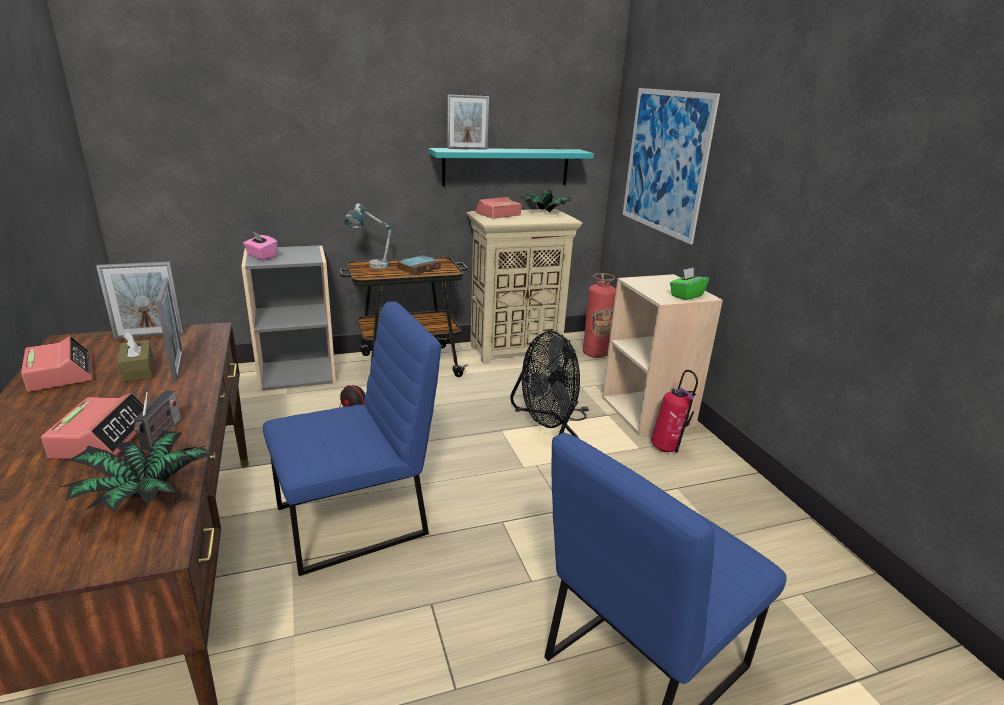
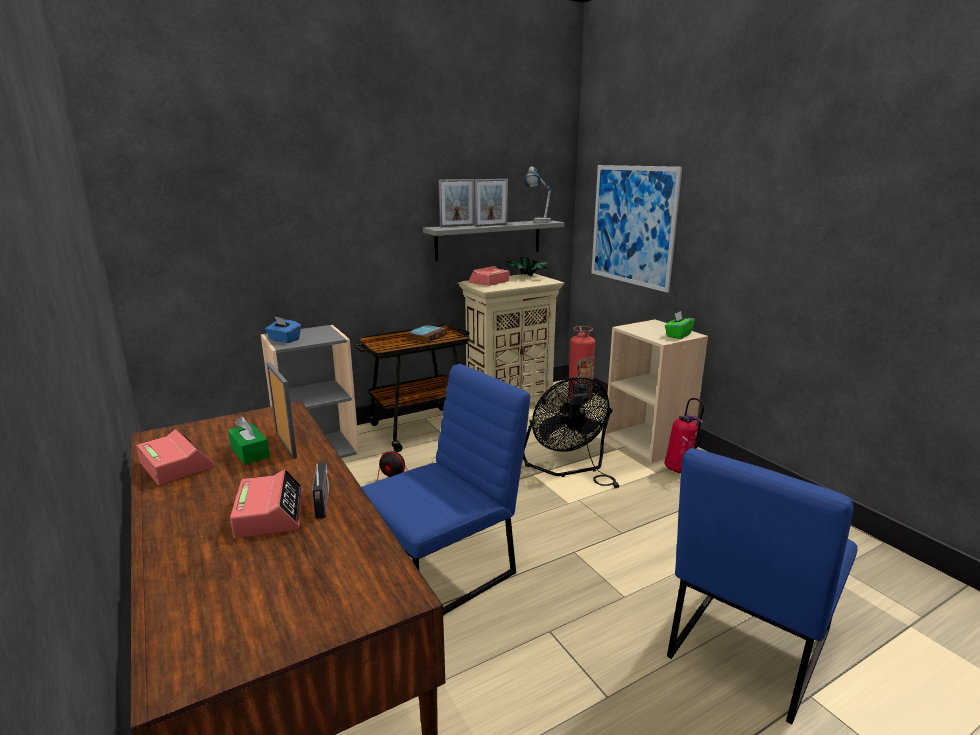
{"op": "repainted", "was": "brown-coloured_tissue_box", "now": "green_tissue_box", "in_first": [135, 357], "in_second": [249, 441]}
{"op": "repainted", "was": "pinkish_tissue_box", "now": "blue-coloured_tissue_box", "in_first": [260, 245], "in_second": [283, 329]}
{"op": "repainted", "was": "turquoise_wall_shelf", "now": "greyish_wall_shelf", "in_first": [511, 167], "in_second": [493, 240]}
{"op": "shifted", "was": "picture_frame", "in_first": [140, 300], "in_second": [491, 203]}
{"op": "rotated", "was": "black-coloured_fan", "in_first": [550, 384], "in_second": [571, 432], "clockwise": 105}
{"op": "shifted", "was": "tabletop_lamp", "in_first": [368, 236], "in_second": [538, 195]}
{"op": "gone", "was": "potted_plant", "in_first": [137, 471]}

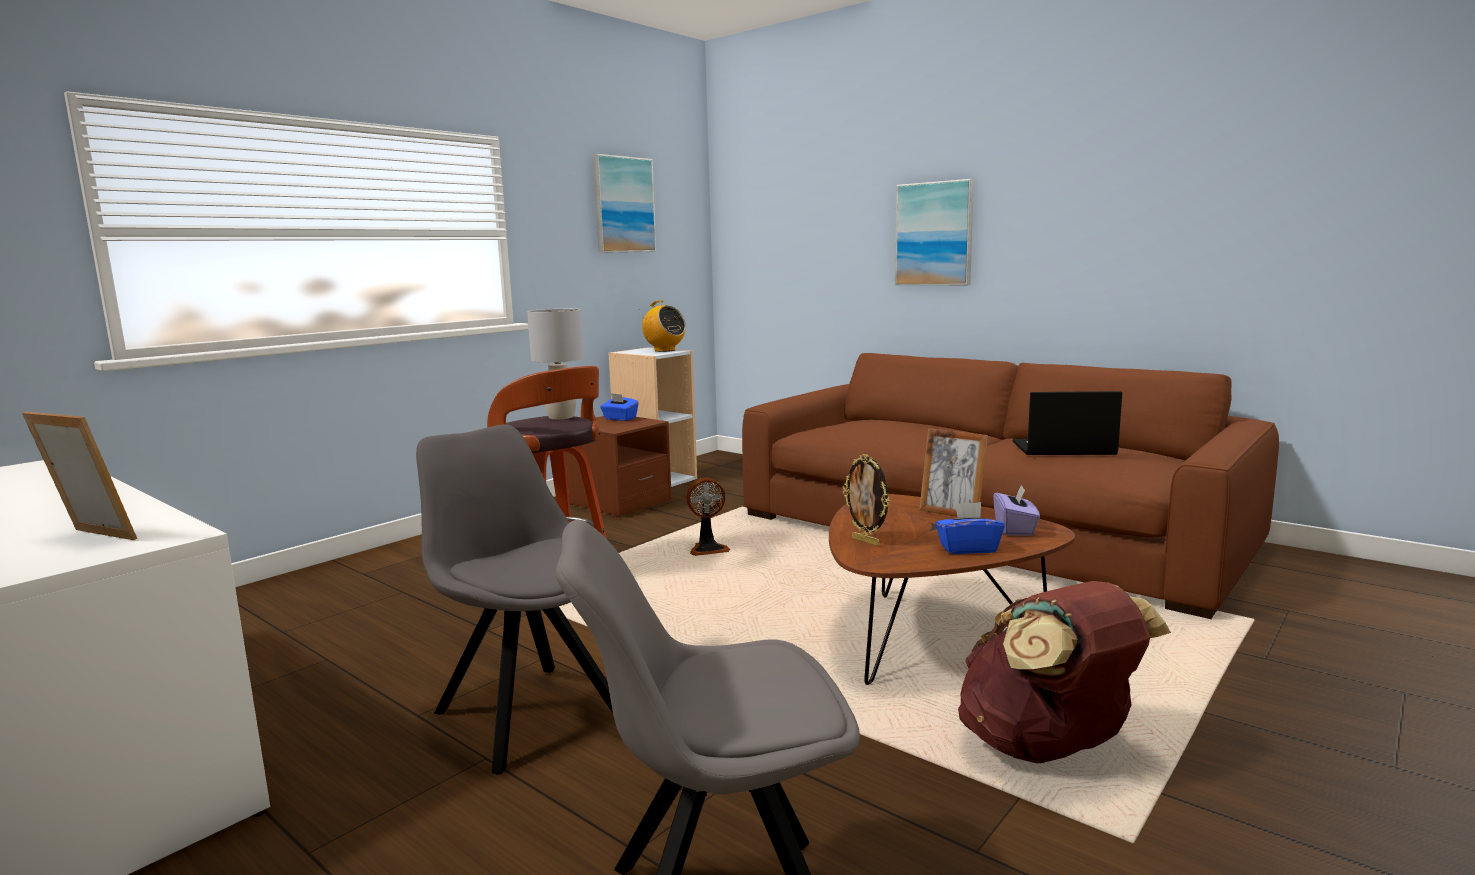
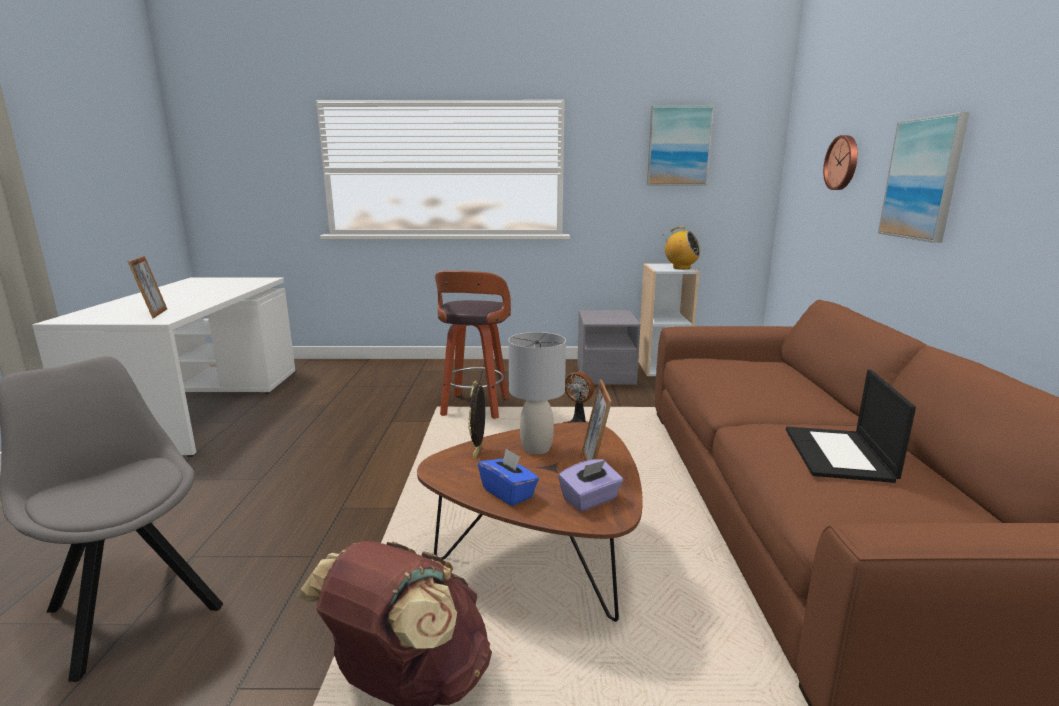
{"op": "shifted", "was": "greyish_tabletop_lamp", "in_first": [555, 364], "in_second": [537, 393]}
{"op": "repainted", "was": "brown-coloured_nightstand", "now": "greyish_nightstand", "in_first": [618, 466], "in_second": [609, 347]}
{"op": "rotated", "was": "radio_receiver", "in_first": [662, 326], "in_second": [683, 248], "clockwise": -60}
{"op": "rotated", "was": "notebook_computer", "in_first": [1067, 423], "in_second": [851, 426], "clockwise": -135}
{"op": "new", "now": "wall_clock", "in_second": [840, 162]}
{"op": "gone", "was": "greyish_chair", "in_first": [514, 599]}
{"op": "gone", "was": "blue-coloured_tissue_box", "in_first": [619, 407]}

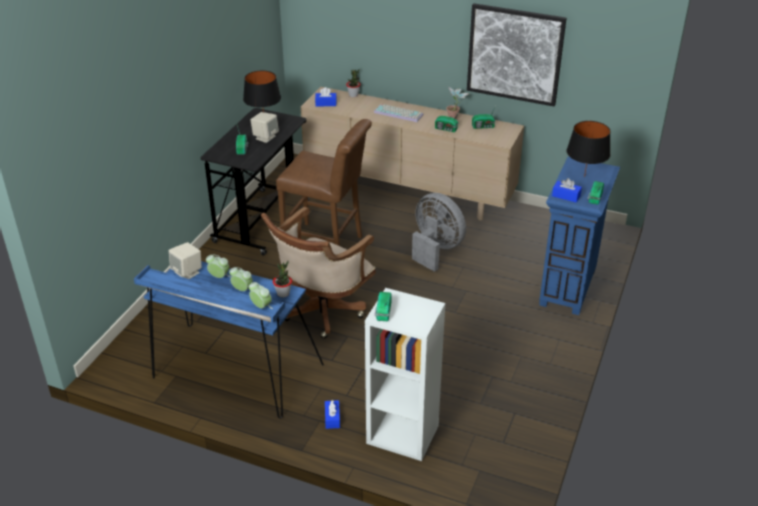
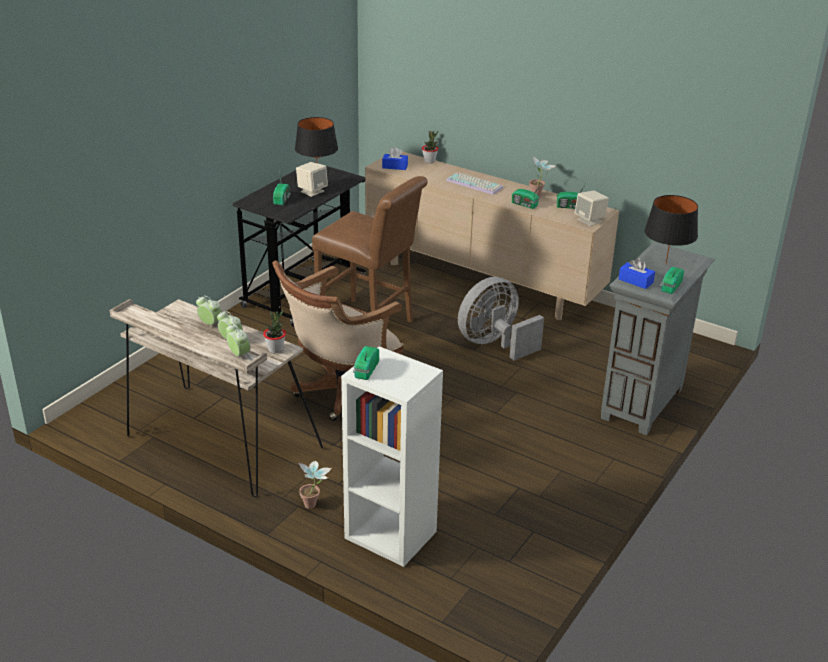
{"op": "repainted", "was": "blue-coloured_desk", "now": "beige-coloured_desk", "in_first": [229, 339], "in_second": [216, 398]}
{"op": "swapped", "was": "blue-coloured_tissue_box", "now": "potted_plant", "in_first": [332, 414], "in_second": [315, 485]}
{"op": "rotated", "was": "greyish_fan", "in_first": [439, 232], "in_second": [501, 318], "clockwise": -90}
{"op": "shifted", "was": "beige-coloured_speaker", "in_first": [185, 260], "in_second": [591, 208]}
{"op": "repainted", "was": "blue-coloured_storage_cabinet", "now": "greyish_storage_cabinet", "in_first": [580, 236], "in_second": [658, 338]}
{"op": "gone", "was": "wall_art", "in_first": [516, 54]}

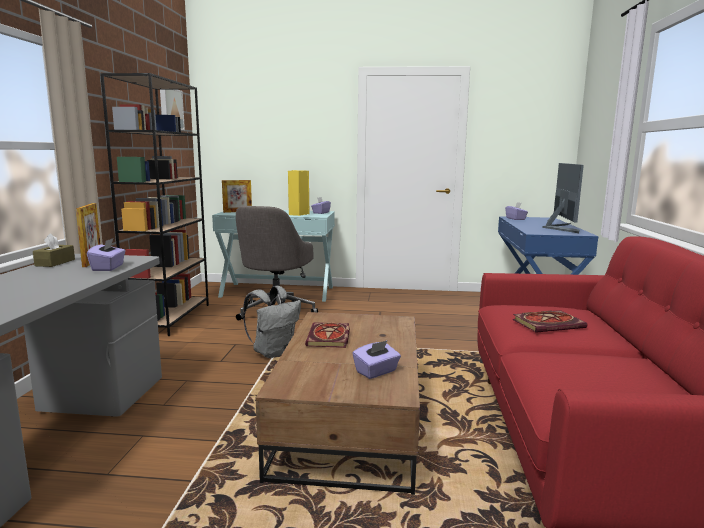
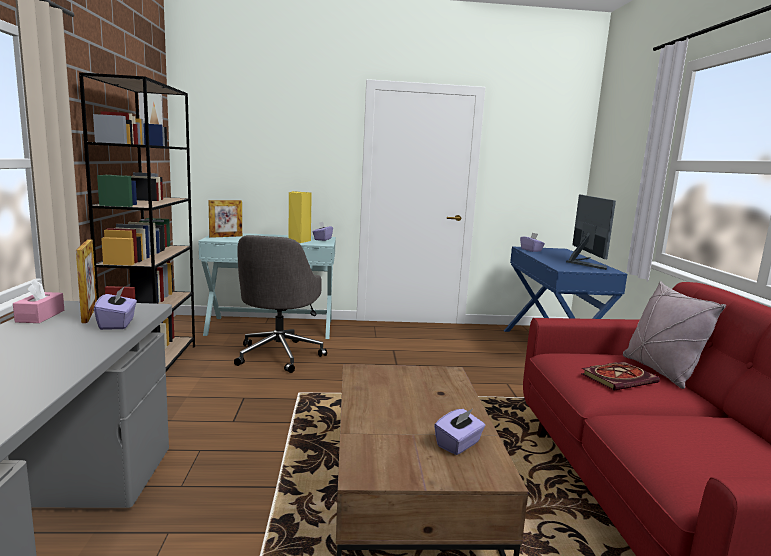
{"op": "repainted", "was": "brown-coloured_tissue_box", "now": "pinkish_tissue_box", "in_first": [54, 250], "in_second": [38, 301]}
{"op": "new", "now": "purplish_pillow", "in_second": [674, 335]}
{"op": "gone", "was": "greyish_backpack", "in_first": [272, 322]}
{"op": "gone", "was": "book", "in_first": [327, 335]}

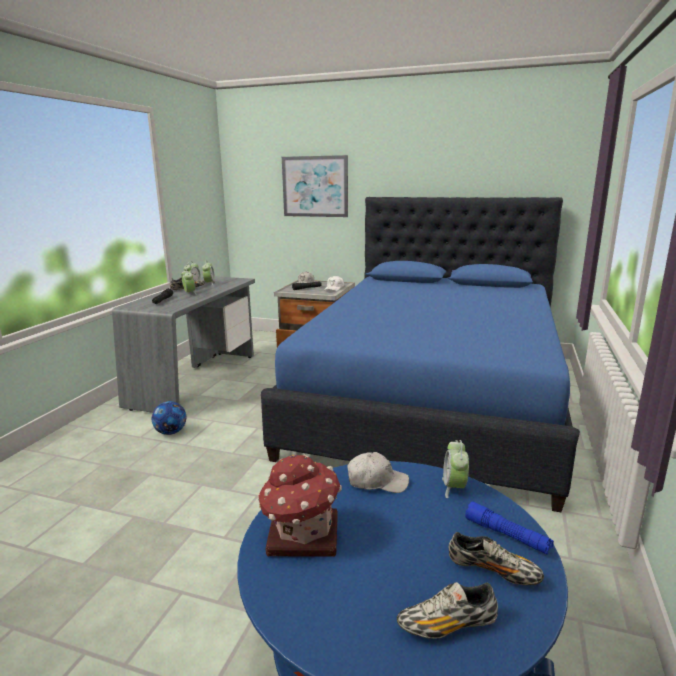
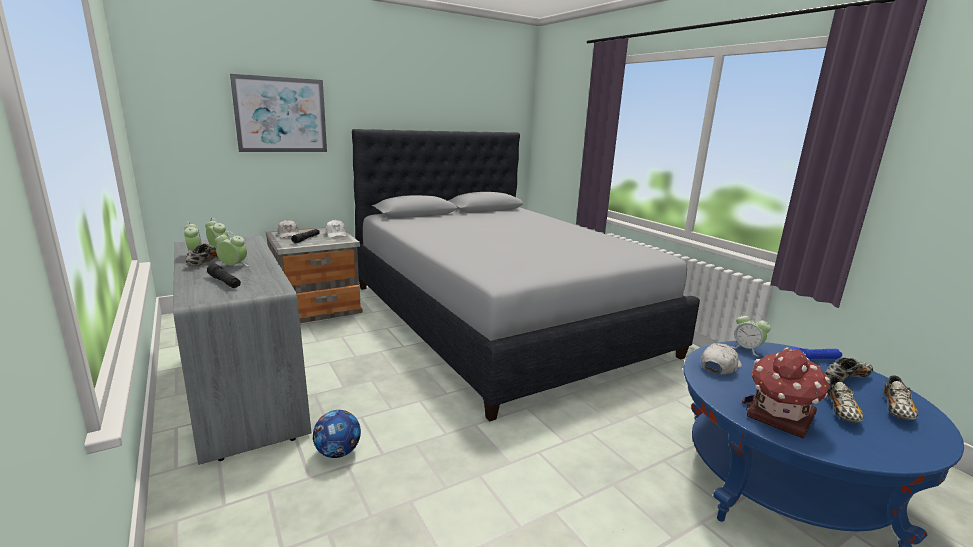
{"op": "repainted", "was": "blue-coloured_sleeping_bed", "now": "greyish_sleeping_bed", "in_first": [420, 354], "in_second": [526, 275]}
{"op": "new", "now": "item_of_footwear", "in_second": [845, 399]}

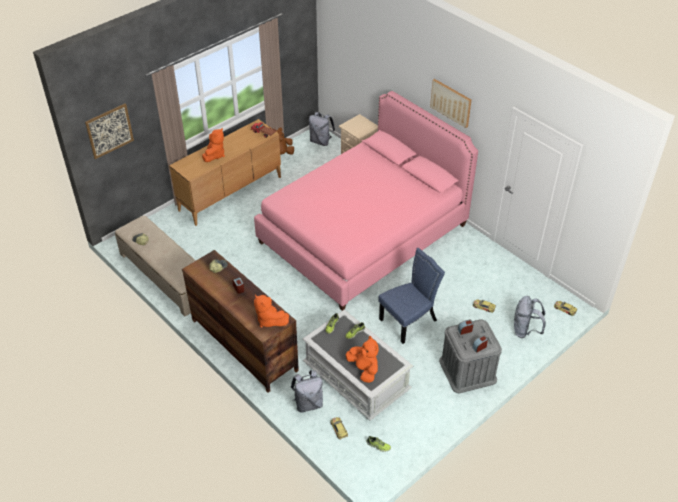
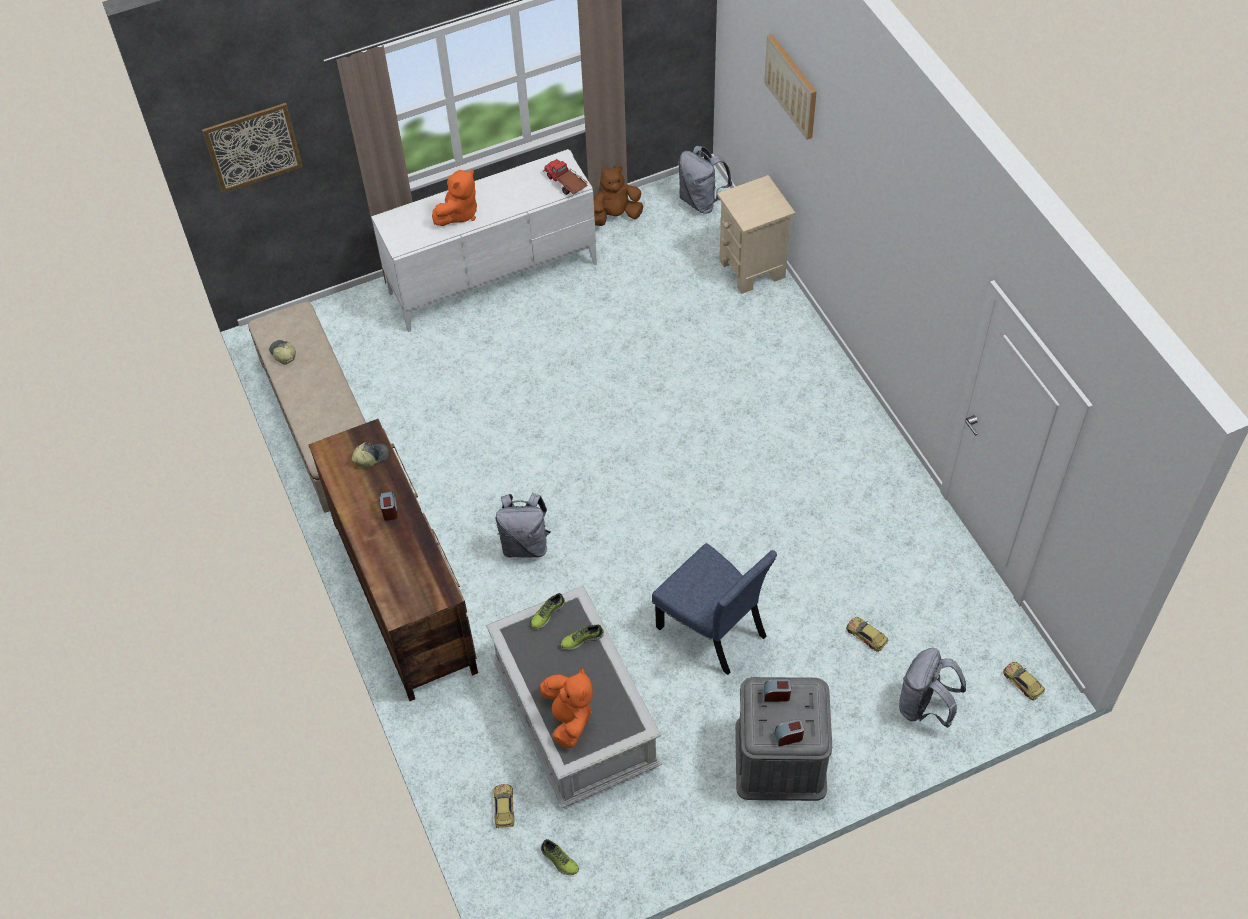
{"op": "repainted", "was": "brown-coloured_chest_of_drawers", "now": "whitish_chest_of_drawers", "in_first": [225, 172], "in_second": [484, 240]}
{"op": "shifted", "was": "greyish_backpack", "in_first": [307, 391], "in_second": [523, 525]}
{"op": "rotated", "was": "blue-coloured_chair", "in_first": [411, 296], "in_second": [714, 609], "clockwise": 60}
{"op": "shifted", "was": "wall_art", "in_first": [450, 103], "in_second": [790, 87]}
{"op": "gone", "was": "pinkish_sleeping_bed", "in_first": [366, 201]}
{"op": "gone", "was": "orange-coloured_soft_toy", "in_first": [271, 311]}

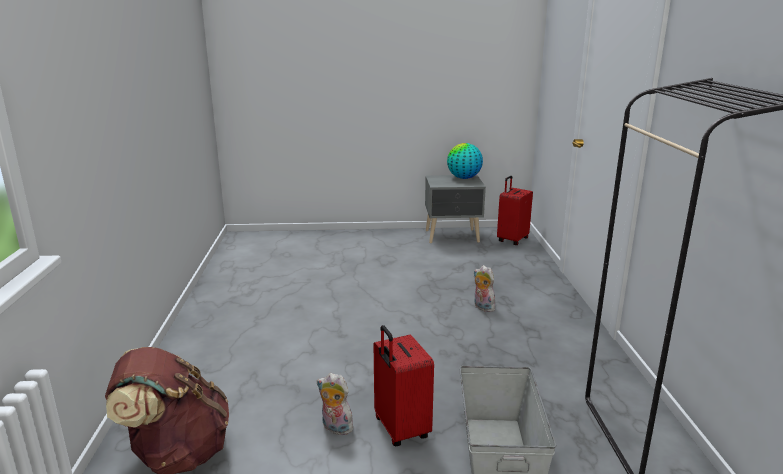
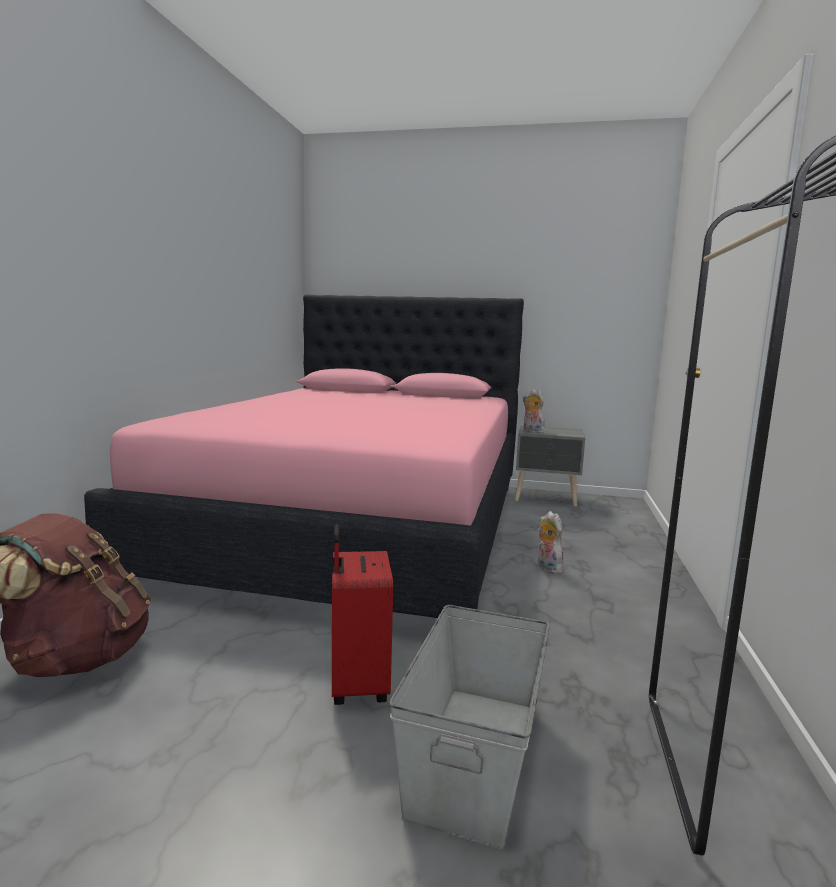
{"op": "new", "now": "pinkish_sleeping_bed", "in_second": [304, 456]}
{"op": "shifted", "was": "soft_toy", "in_first": [335, 404], "in_second": [533, 411]}
{"op": "gone", "was": "world_globe", "in_first": [465, 161]}
{"op": "gone", "was": "red_suitcase", "in_first": [515, 210]}

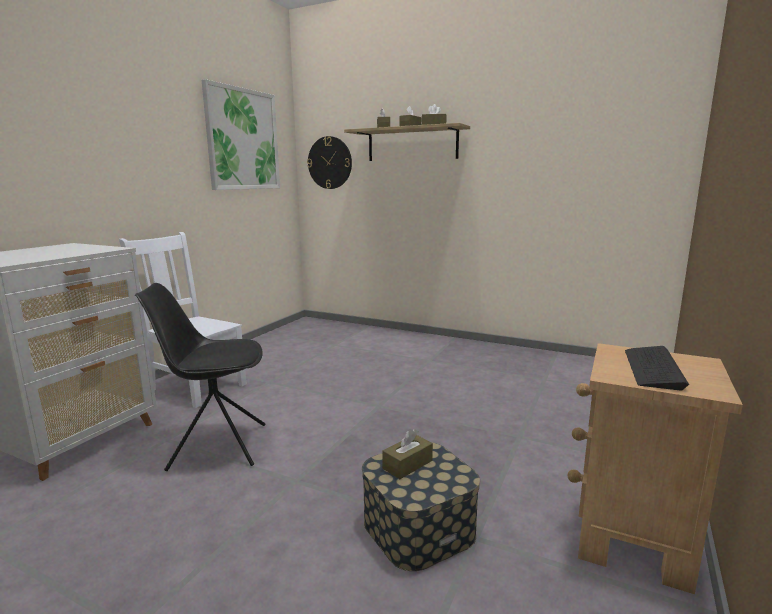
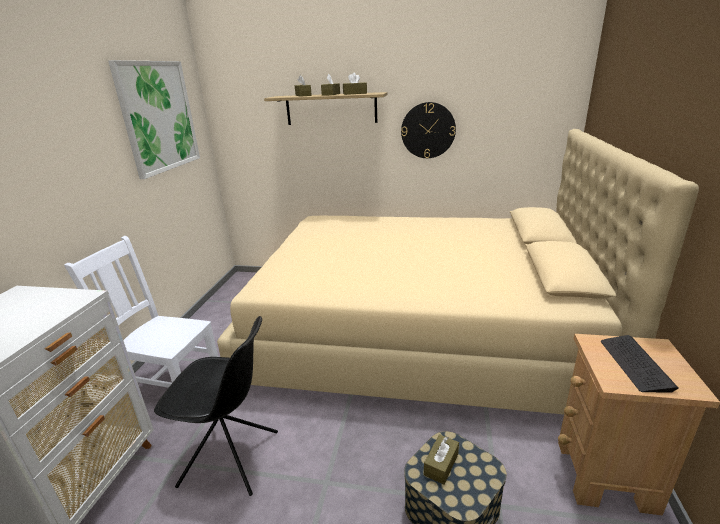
{"op": "rotated", "was": "black-coloured_chair", "in_first": [200, 377], "in_second": [216, 406], "clockwise": -150}
{"op": "new", "now": "beige-coloured_sleeping_bed", "in_second": [458, 271]}
{"op": "shifted", "was": "wall_clock", "in_first": [329, 162], "in_second": [428, 130]}

